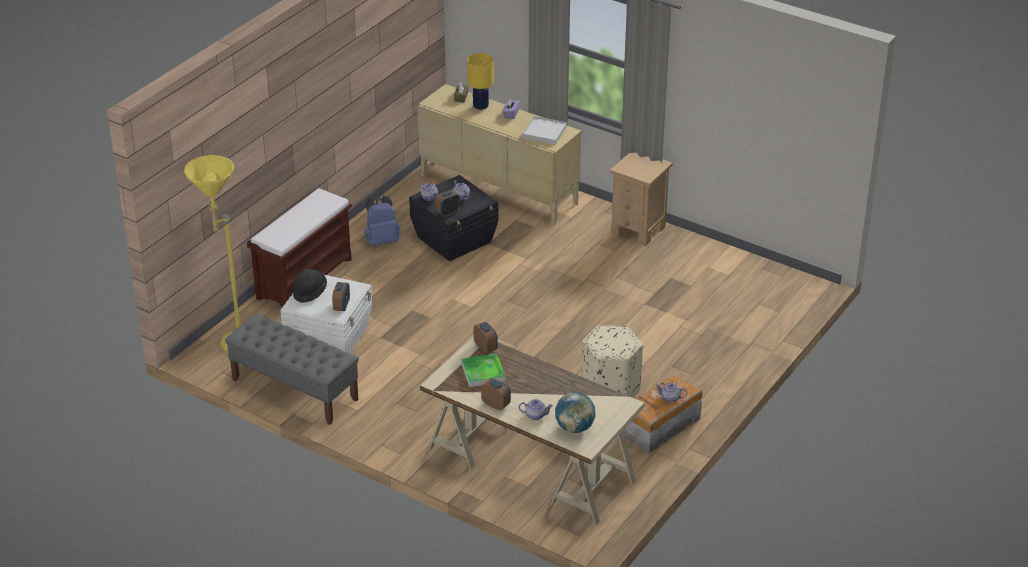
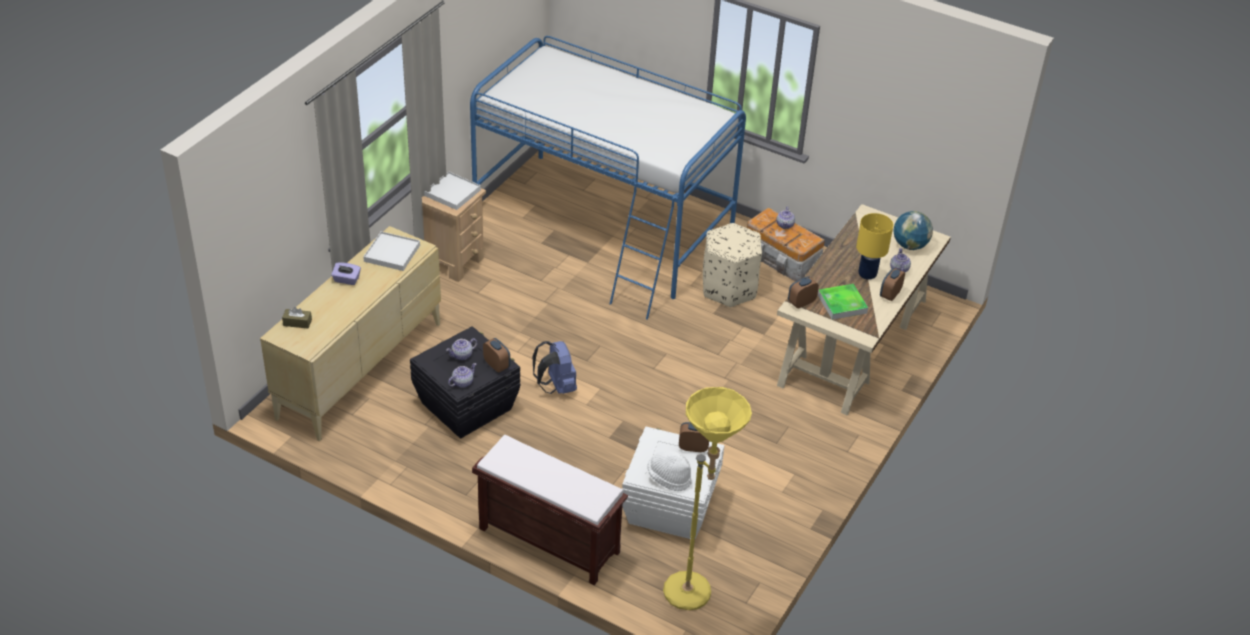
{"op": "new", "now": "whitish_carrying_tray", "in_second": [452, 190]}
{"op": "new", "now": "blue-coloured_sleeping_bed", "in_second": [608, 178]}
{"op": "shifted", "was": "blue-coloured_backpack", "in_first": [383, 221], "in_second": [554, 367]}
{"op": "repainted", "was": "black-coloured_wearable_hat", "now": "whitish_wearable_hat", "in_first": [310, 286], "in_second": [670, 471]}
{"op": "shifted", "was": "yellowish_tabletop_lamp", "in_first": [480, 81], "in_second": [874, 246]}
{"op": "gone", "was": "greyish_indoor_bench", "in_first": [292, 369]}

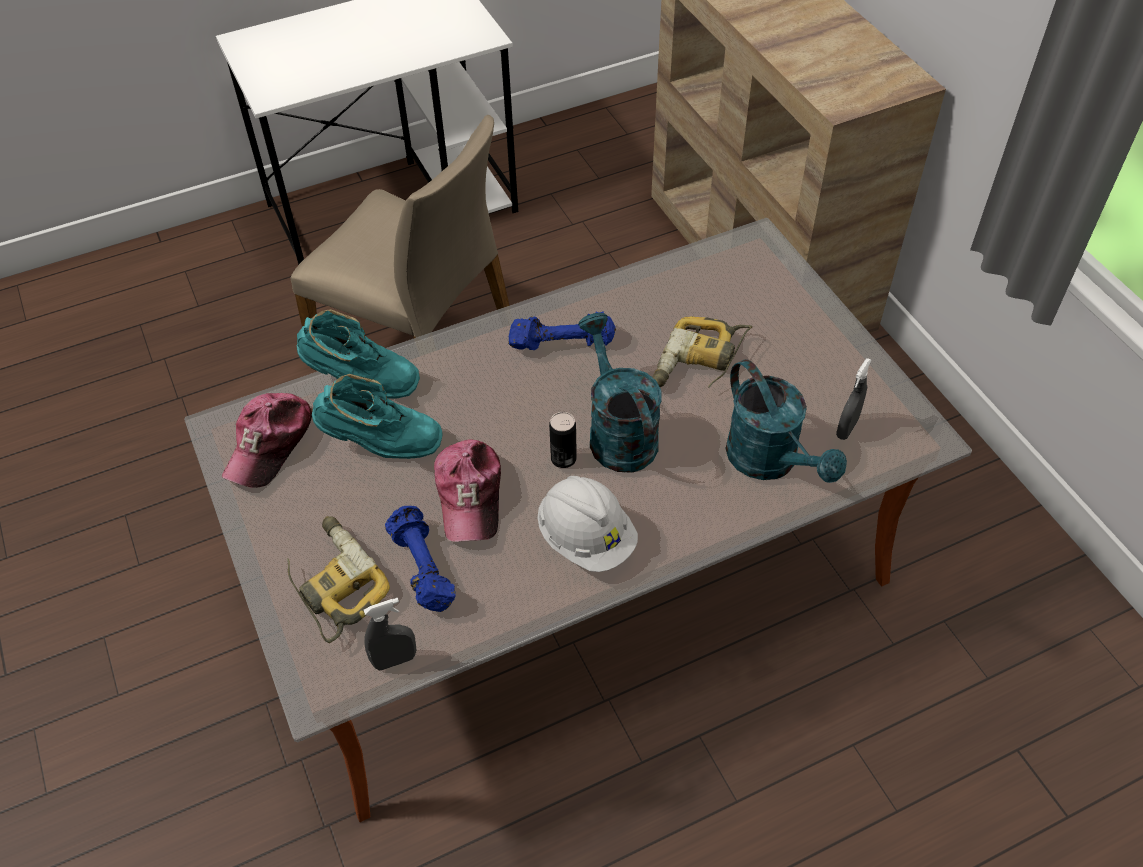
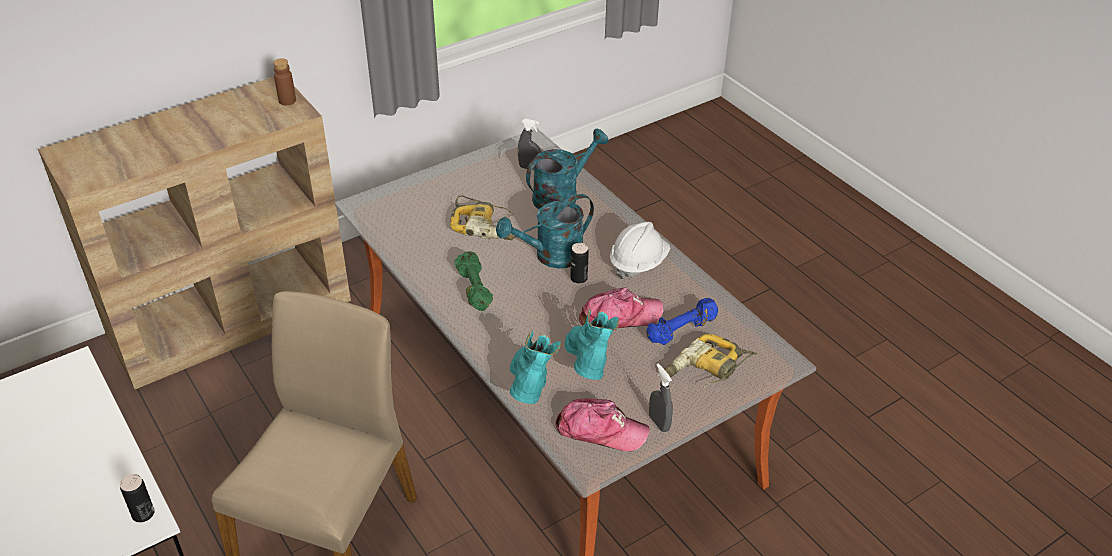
{"op": "new", "now": "sealed_can", "in_second": [137, 498]}
{"op": "new", "now": "brown-coloured_bottle", "in_second": [284, 81]}
{"op": "repainted", "was": "blue-coloured_dumbbell", "now": "green_dumbbell", "in_first": [562, 331], "in_second": [473, 281]}
{"op": "shifted", "was": "greyish_sprayer", "in_first": [390, 634], "in_second": [661, 398]}

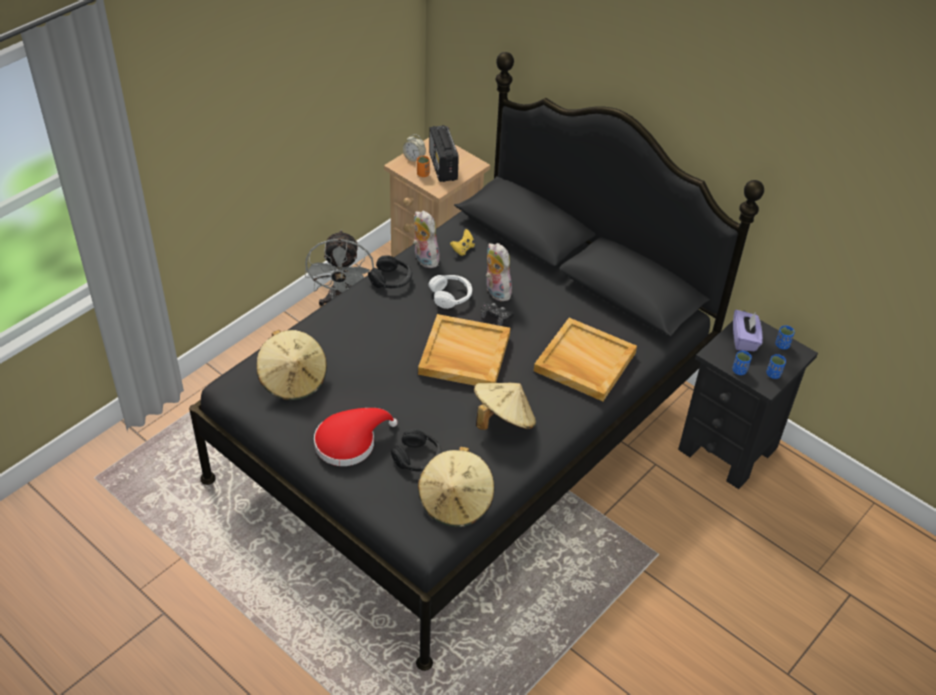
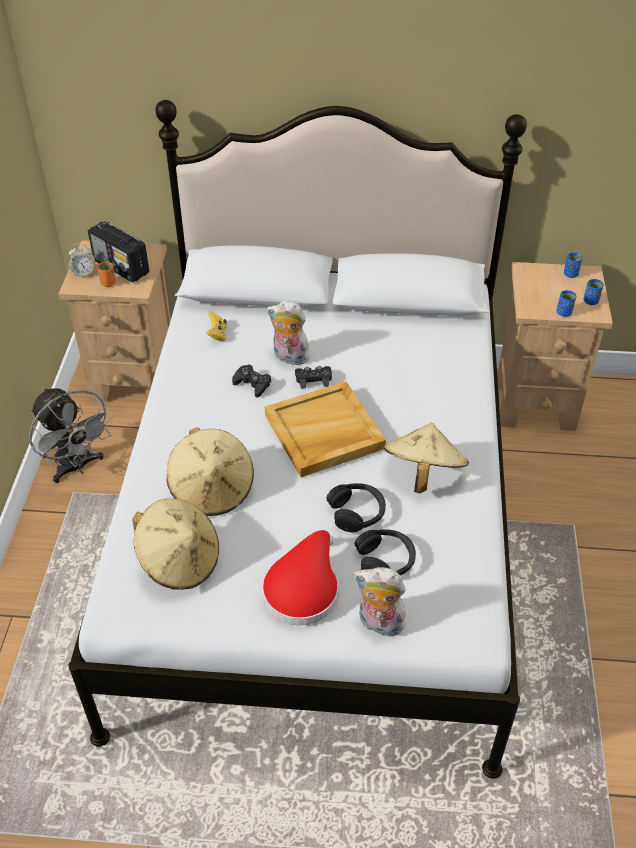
{"op": "repainted", "was": "black-coloured_sleeping_bed", "now": "whitish_sleeping_bed", "in_first": [476, 361], "in_second": [297, 439]}
{"op": "shifted", "was": "beige-coloured_wearable_hat", "in_first": [456, 487], "in_second": [210, 472]}
{"op": "swapped", "was": "whitish_headphones", "now": "black-coloured_gamepad", "in_first": [450, 292], "in_second": [251, 381]}
{"op": "shifted", "was": "black-coloured_headphones", "in_first": [390, 271], "in_second": [356, 507]}
{"op": "shifted", "was": "soft_toy", "in_first": [427, 239], "in_second": [381, 601]}
{"op": "repainted", "was": "black-coloured_nightstand", "now": "beige-coloured_nightstand", "in_first": [748, 400], "in_second": [555, 346]}
{"op": "gone", "was": "beige-coloured_carrying_tray", "in_first": [585, 359]}
{"op": "gone", "was": "purplish_tissue_box", "in_first": [748, 330]}

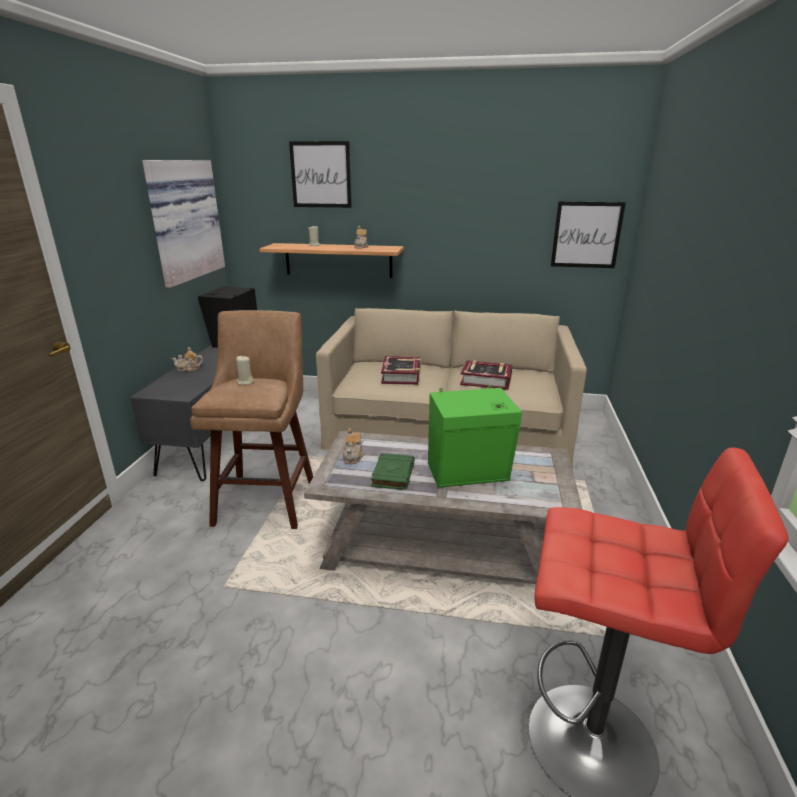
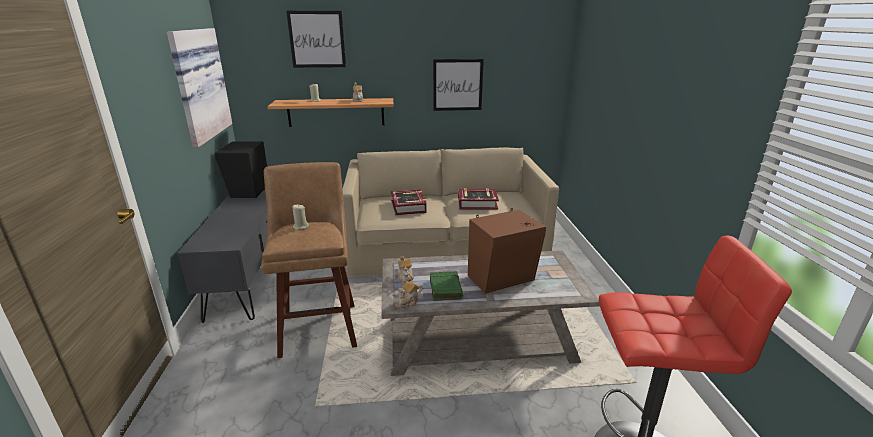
{"op": "shifted", "was": "teapot", "in_first": [187, 359], "in_second": [407, 292]}
{"op": "shifted", "was": "wall_art", "in_first": [588, 234], "in_second": [458, 85]}
{"op": "repainted", "was": "green_speaker", "now": "brown-coloured_speaker", "in_first": [475, 436], "in_second": [507, 250]}

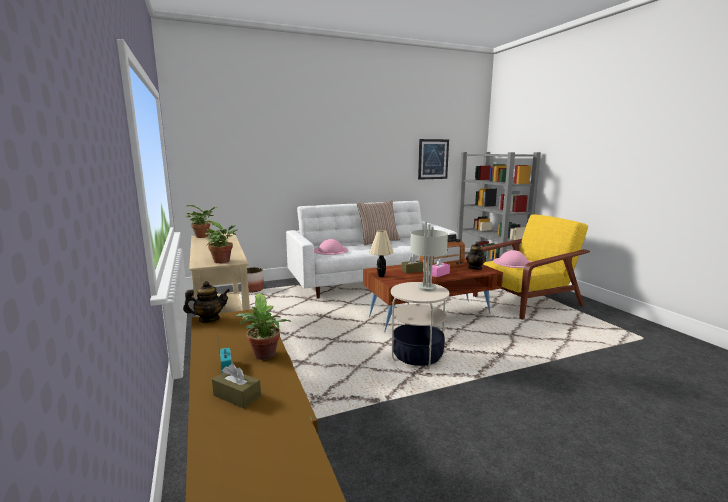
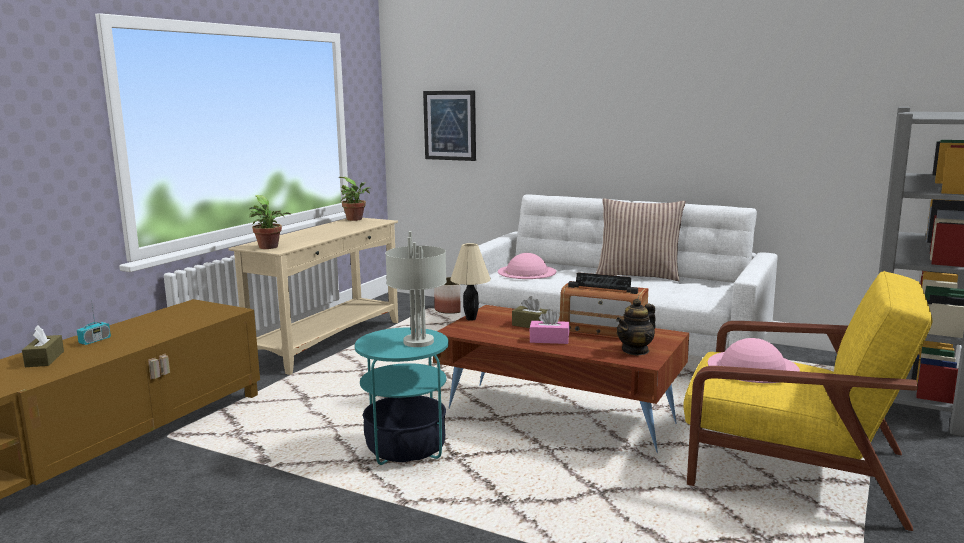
{"op": "repainted", "was": "beige-coloured_side_table", "now": "turquoise_side_table", "in_first": [420, 325], "in_second": [402, 396]}
{"op": "shifted", "was": "wall_art", "in_first": [433, 159], "in_second": [449, 126]}
{"op": "gone", "was": "teapot", "in_first": [206, 302]}
{"op": "gone", "was": "potted_plant", "in_first": [263, 326]}

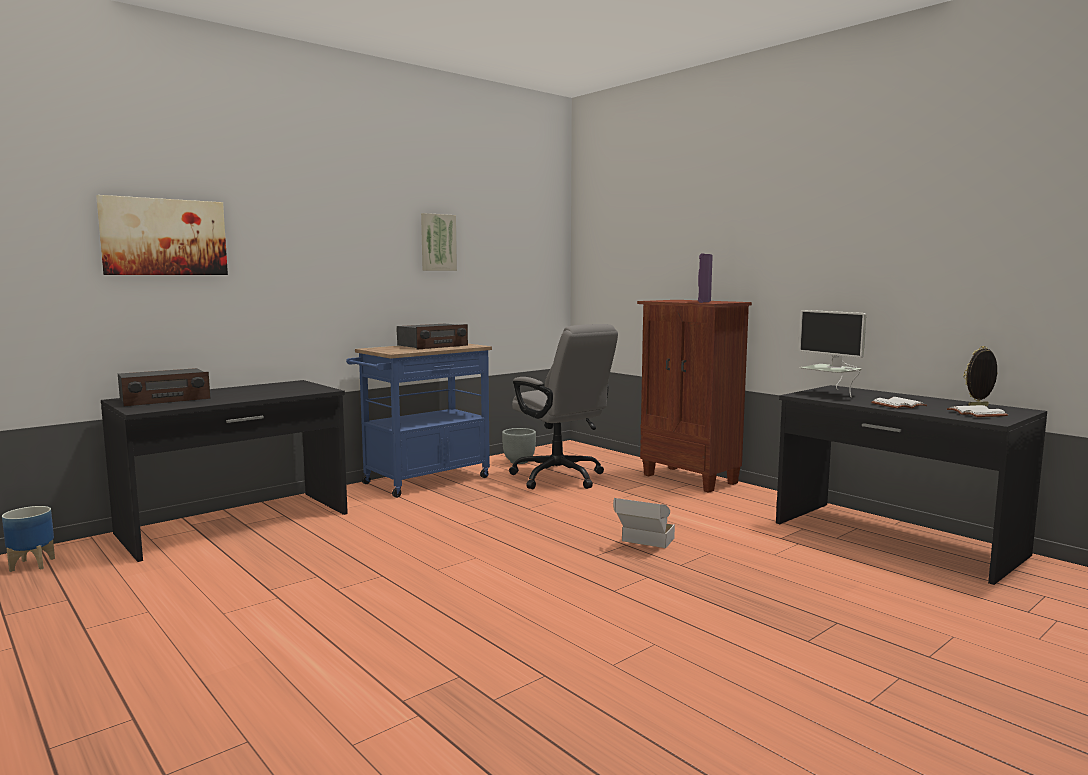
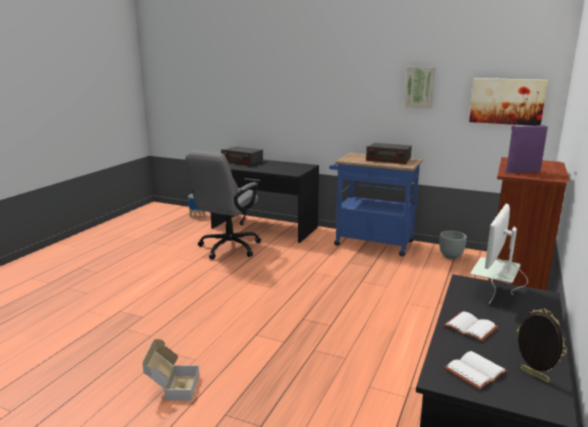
{"op": "shifted", "was": "carton", "in_first": [644, 523], "in_second": [170, 370]}
{"op": "shifted", "was": "greyish_office_chair", "in_first": [563, 406], "in_second": [223, 204]}
{"op": "shifted", "was": "wall_art", "in_first": [162, 235], "in_second": [508, 102]}

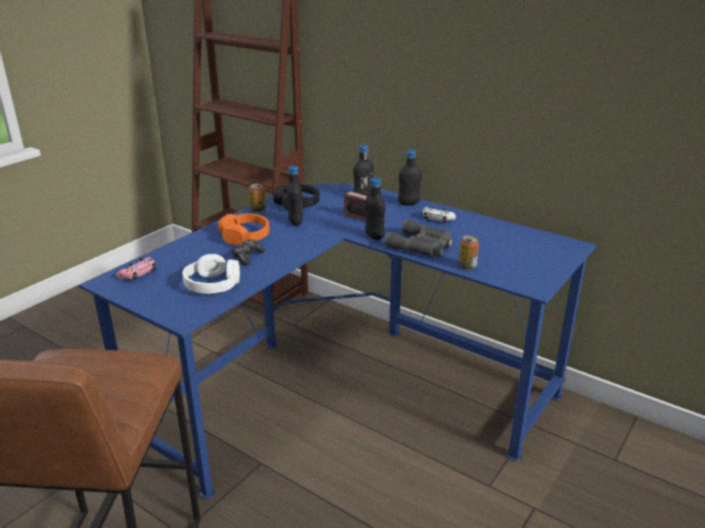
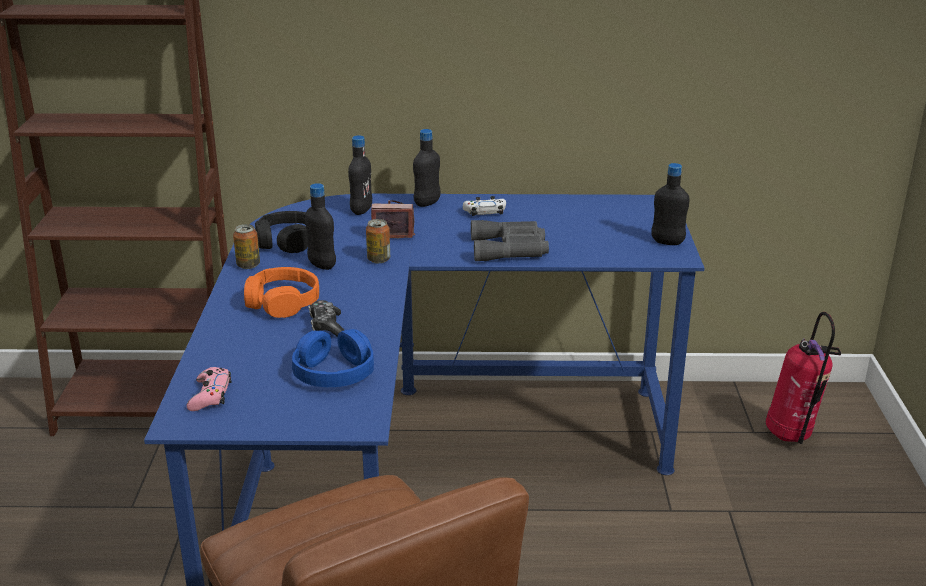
{"op": "repainted", "was": "whitish_headphones", "now": "blue-coloured_headphones", "in_first": [211, 274], "in_second": [333, 358]}
{"op": "shifted", "was": "sealed_can", "in_first": [468, 252], "in_second": [378, 241]}
{"op": "shifted", "was": "black-coloured_bottle", "in_first": [375, 209], "in_second": [670, 204]}
{"op": "new", "now": "fire-fighting_cylinder", "in_second": [803, 378]}

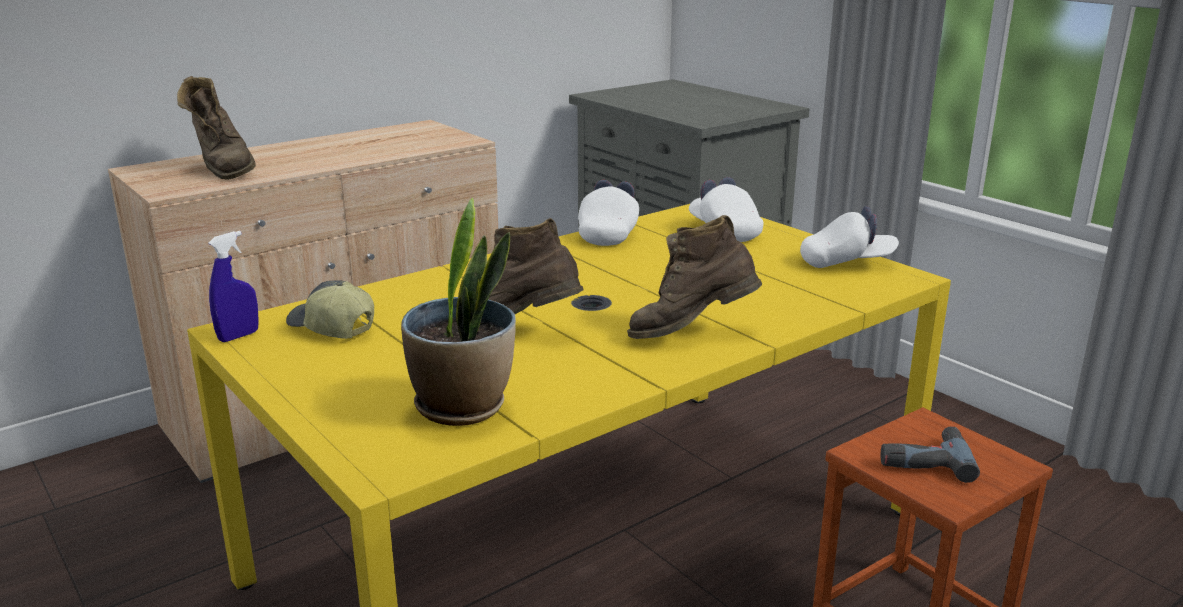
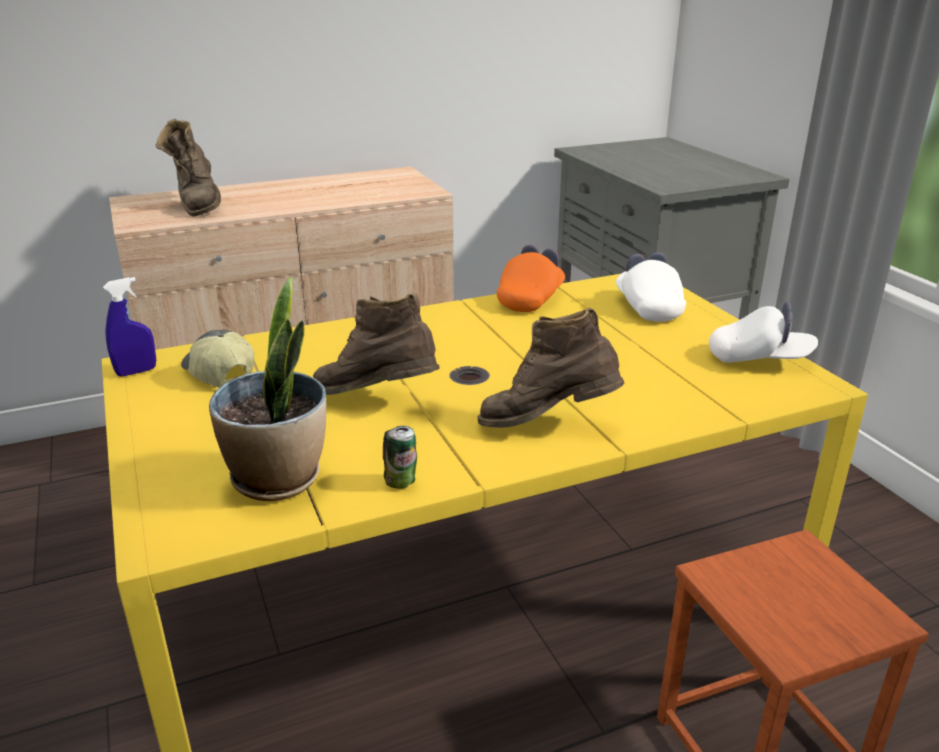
{"op": "new", "now": "sealed_can", "in_second": [400, 457]}
{"op": "repainted", "was": "whitish_cap", "now": "orange-coloured_cap", "in_first": [608, 213], "in_second": [531, 278]}
{"op": "gone", "was": "power_drill", "in_first": [930, 454]}

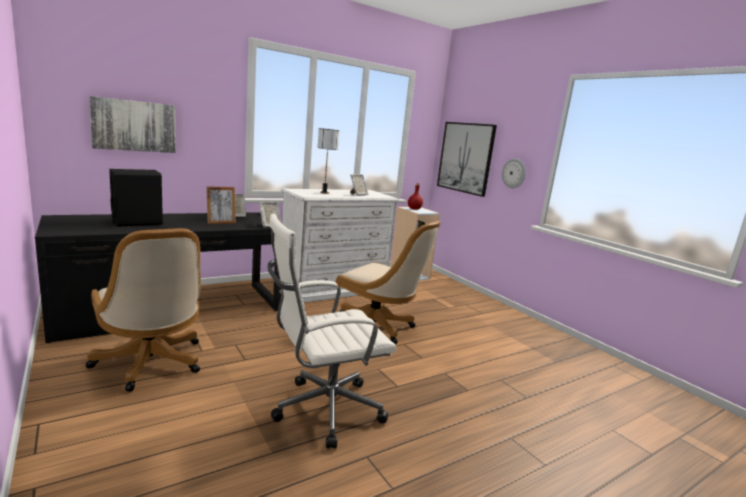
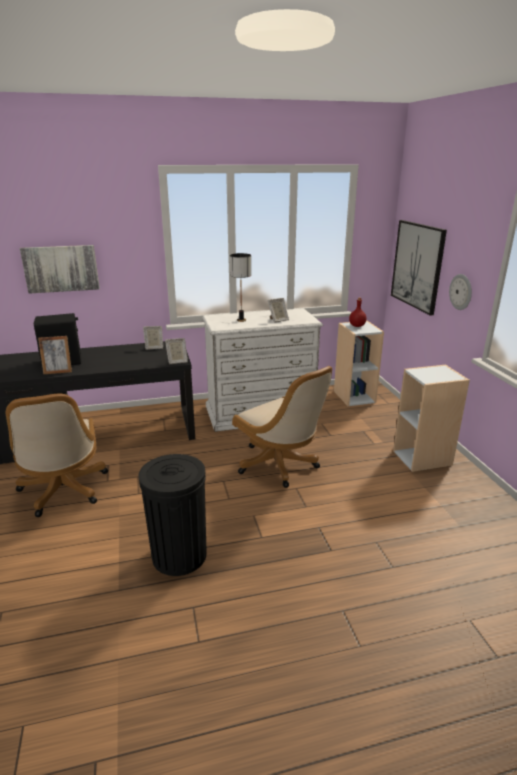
{"op": "shifted", "was": "picture_frame", "in_first": [221, 205], "in_second": [55, 355]}
{"op": "swapped", "was": "whitish_office_chair", "now": "black-coloured_waste_bin", "in_first": [331, 330], "in_second": [173, 515]}
{"op": "new", "now": "bookshelf", "in_second": [431, 418]}

